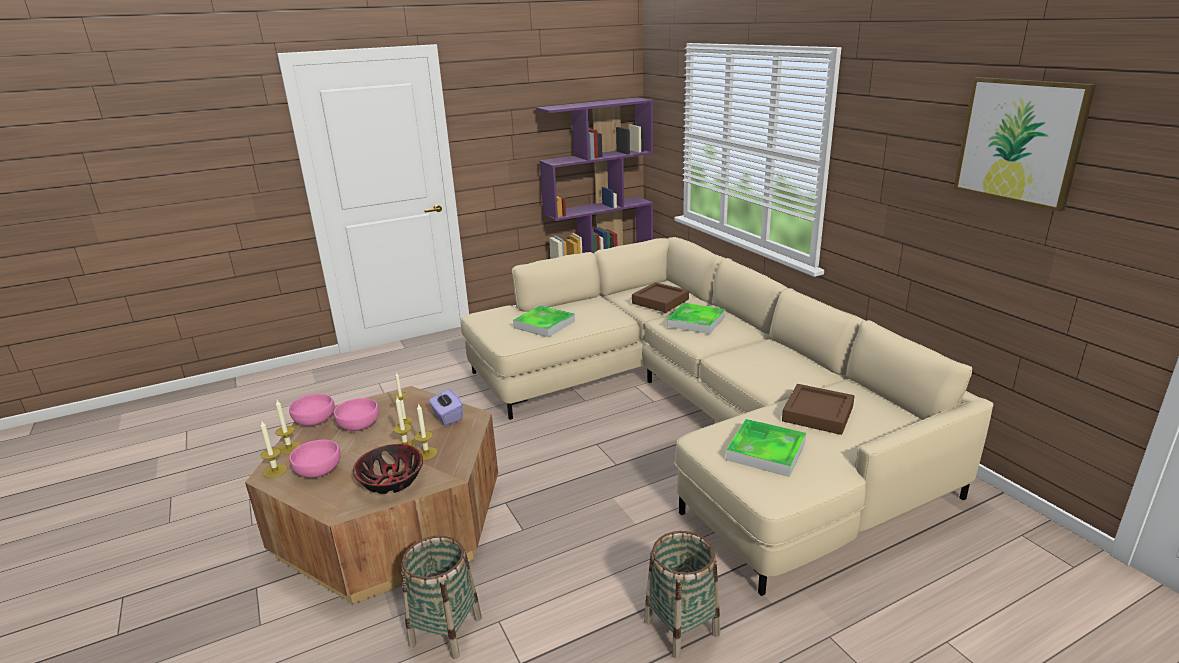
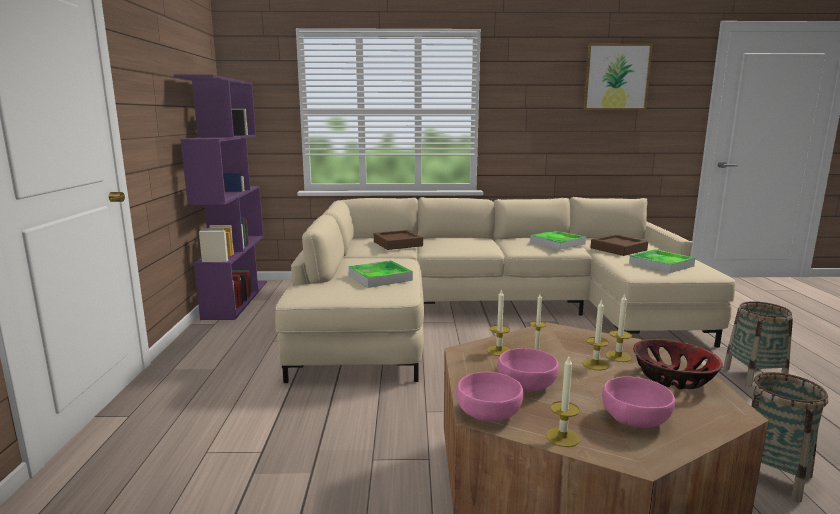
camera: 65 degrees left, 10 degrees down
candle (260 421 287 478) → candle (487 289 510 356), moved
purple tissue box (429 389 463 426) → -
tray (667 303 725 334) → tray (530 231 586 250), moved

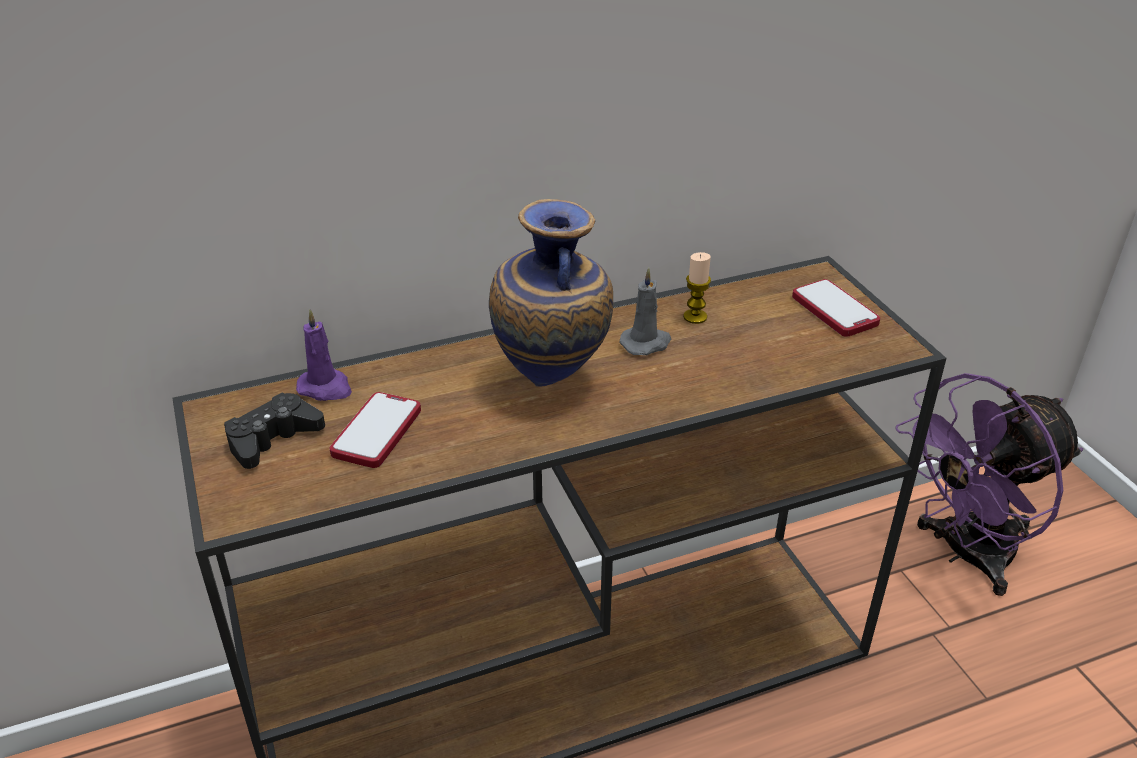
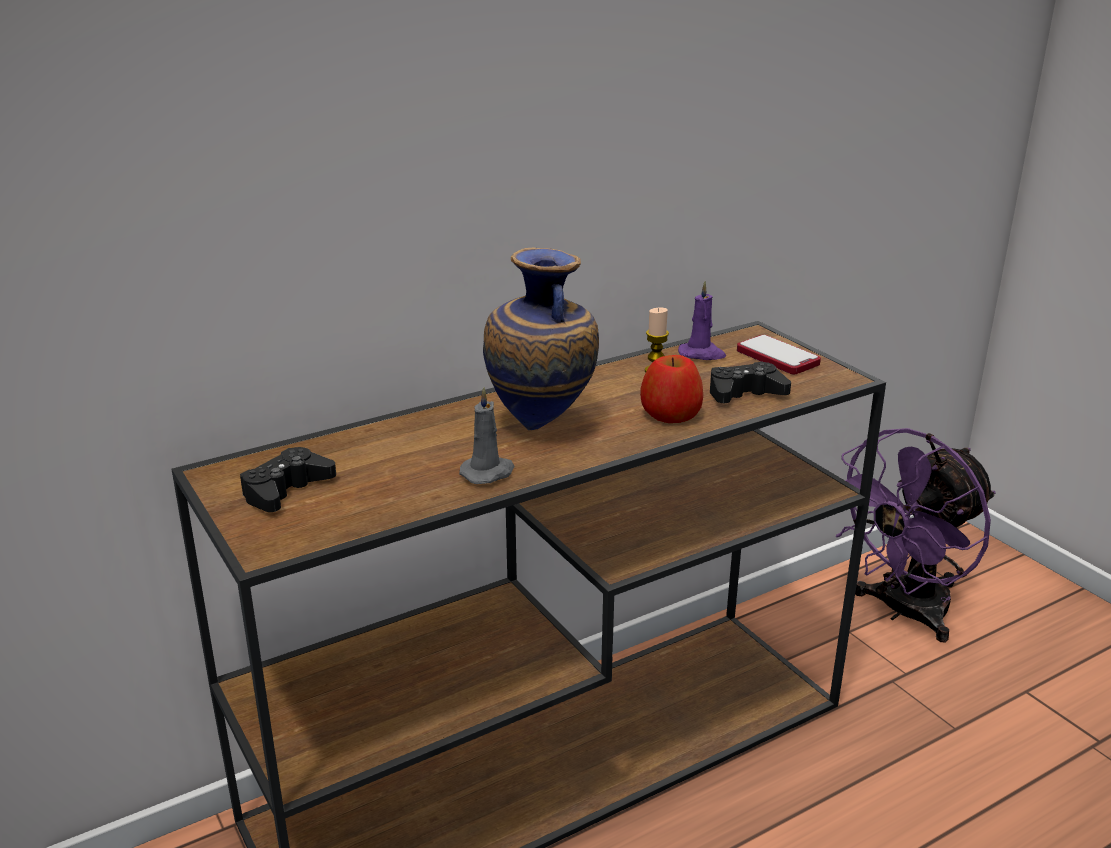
camera: 10 degrees left, 10 degrees down
purple candle (296 309 352 401) → purple candle (678 281 726 360), moved
phone (330 392 421 468) → -
grey candle (619 268 671 355) → grey candle (459 387 515 484), moved
- → apple (640 355 703 423)
- → black game controller (710 362 791 403)

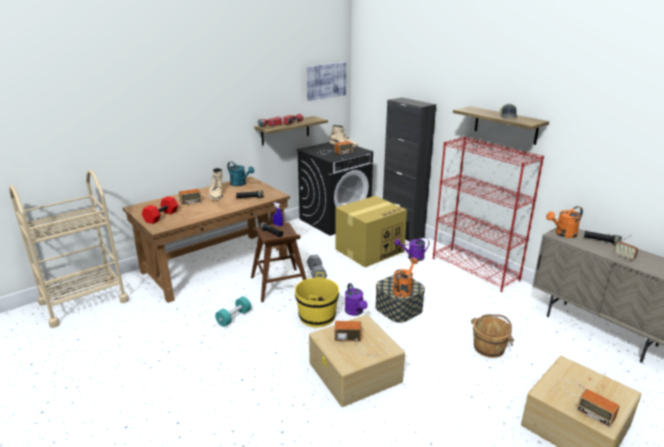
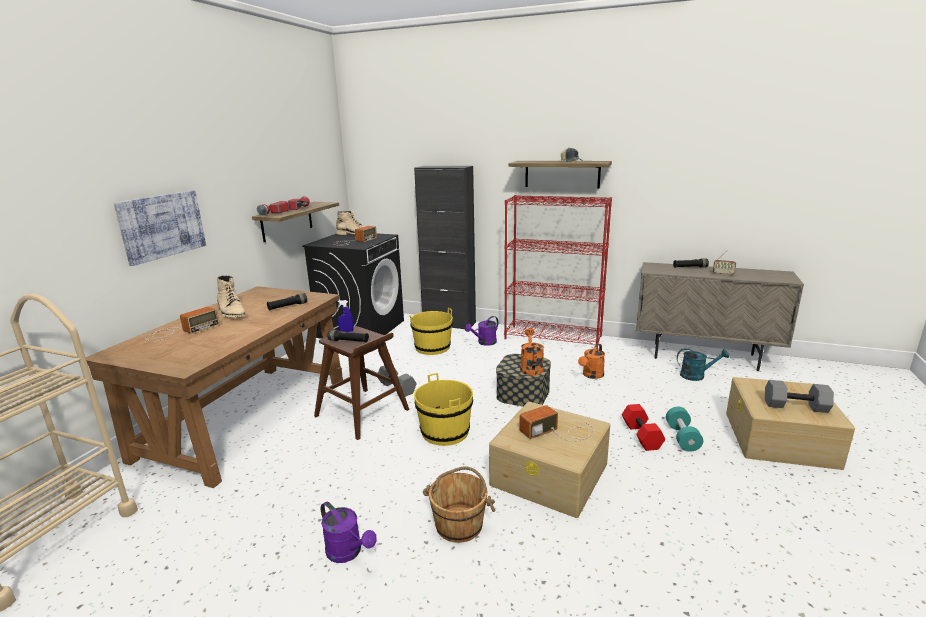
camera: 30 degrees left, 5 degrees down
red dumbbell (142 196 178 224) → red dumbbell (622 404 665 451), moved
turquoise dumbbell (215 297 251 327) → turquoise dumbbell (666 407 703 452), moved
turquoise watering can (228 162 254 186) → turquoise watering can (677 349 729 381), moved
picture (306 62 346 101) → picture (114 190 206 266), moved
cardboard box (335 196 407 267) → yellow bucket (410 308 453 355)
purple watering can (345 283 368 316) → purple watering can (321 502 377 563), moved
brown bucket (471 314 514 358) → brown bucket (423 466 496 543), moved
orange watering can (546 206 583 238) → orange watering can (578 343 605 379), moved
radio (555 379 620 427) → grey dumbbell (765 380 834 413)

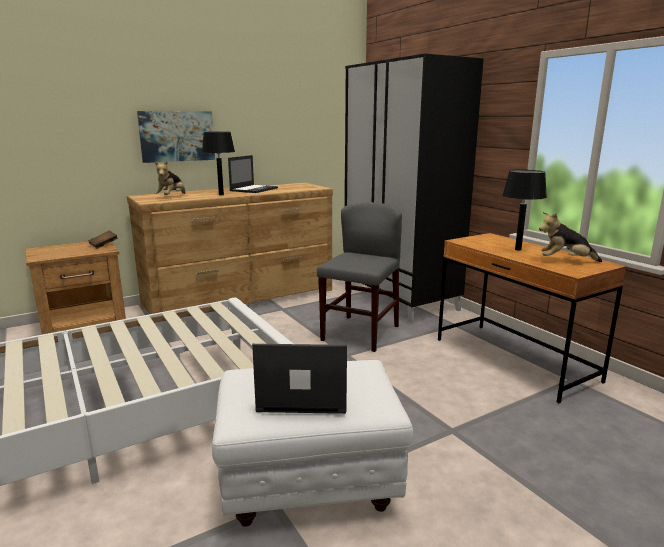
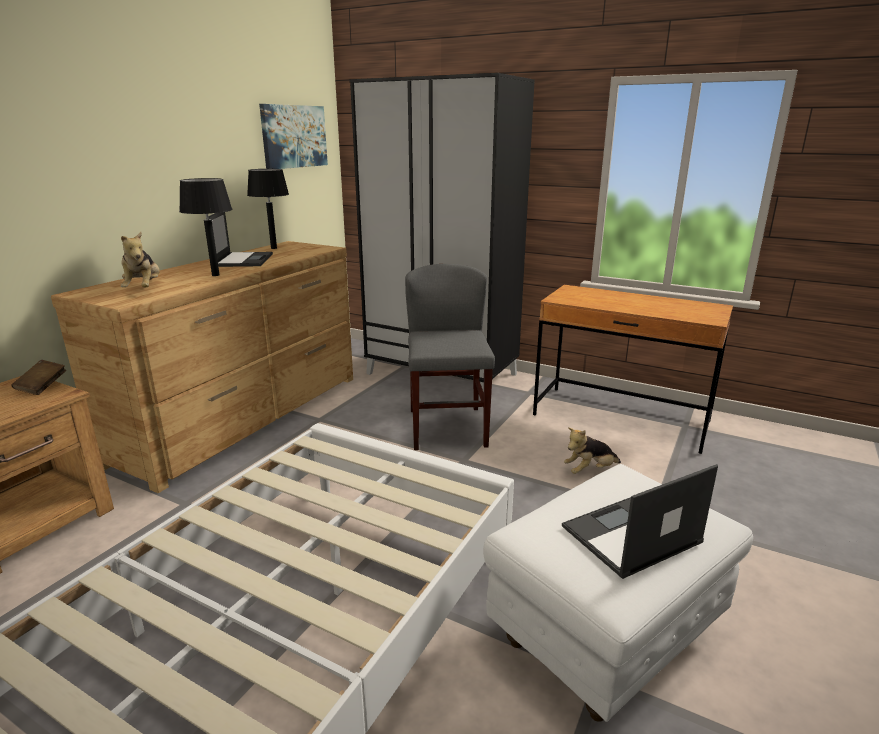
camera: 30 degrees left, 5 degrees up
picture (137 111 215 163) → picture (259 104 328 169), moved
black table lamp (502 170 547 250) → black table lamp (247 169 289 249), moved
plush toy (539 212 602 262) → plush toy (564 428 621 474), moved

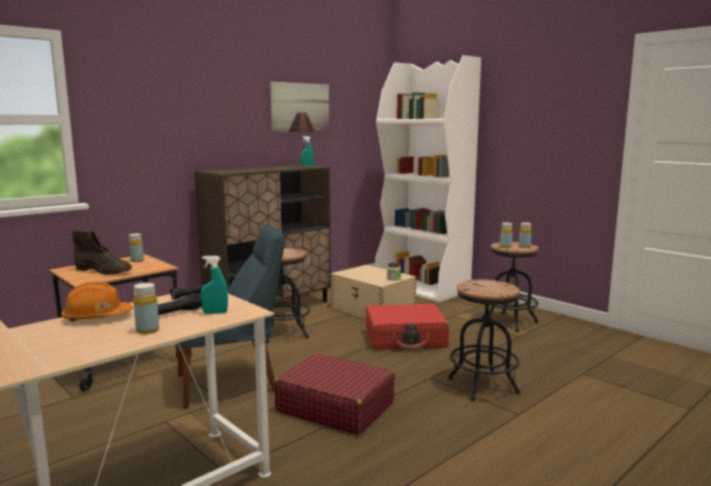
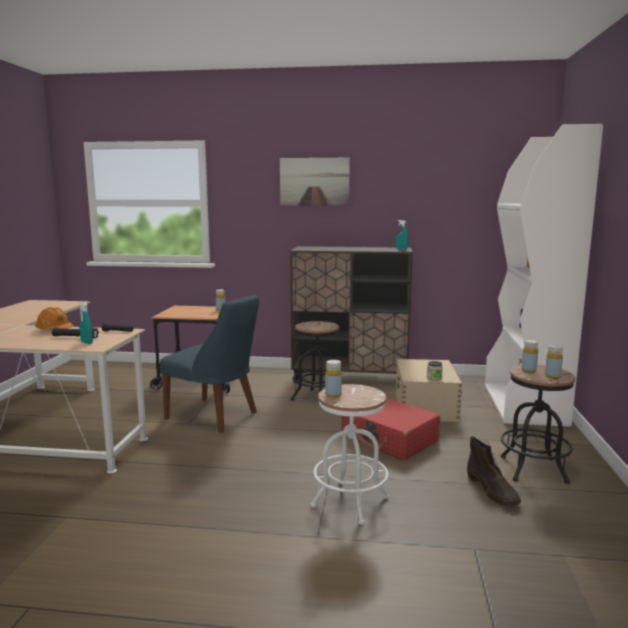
camera: 50 degrees right, 0 degrees up
brown boot (72 231 132 275) → brown boot (467 436 521 506), moved
yellow bottle (133 283 159 334) → yellow bottle (325 360 342 398), moved
picture (270 81 329 132) → picture (280 158 350 206), moved
red suitcase (274 354 395 435) → -
black stool (448 280 520 401) → white stool (311 384 389 525)

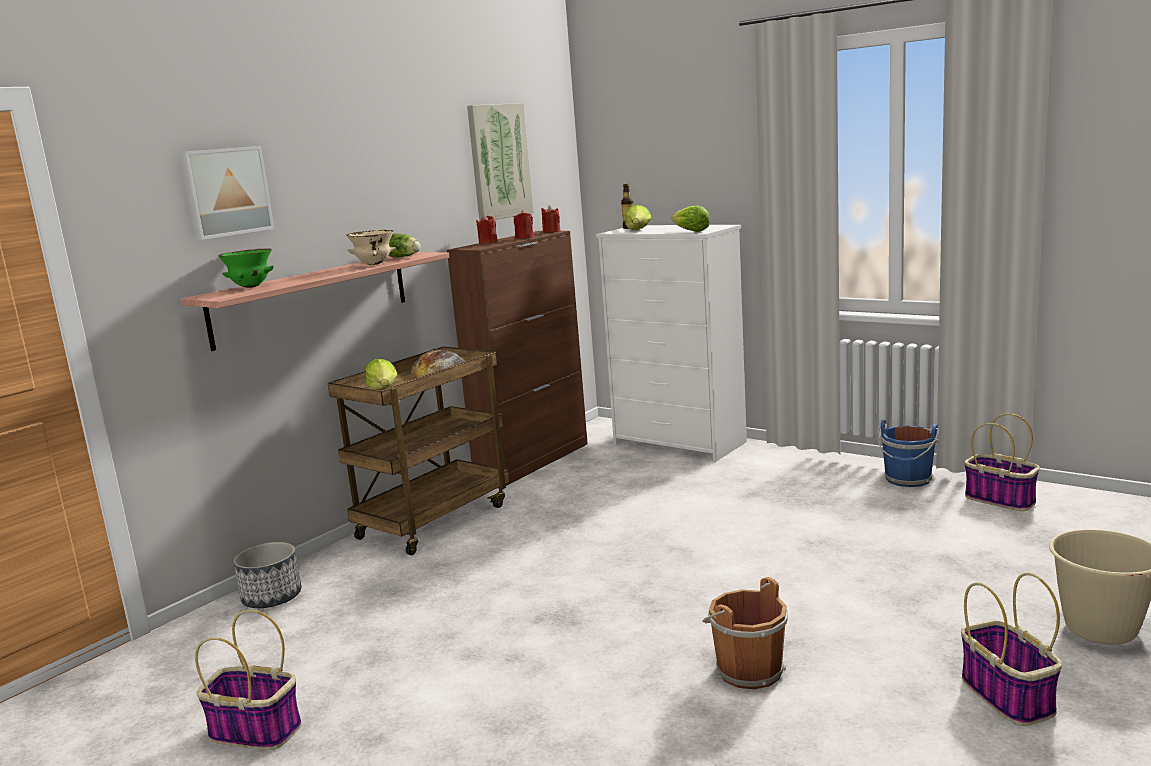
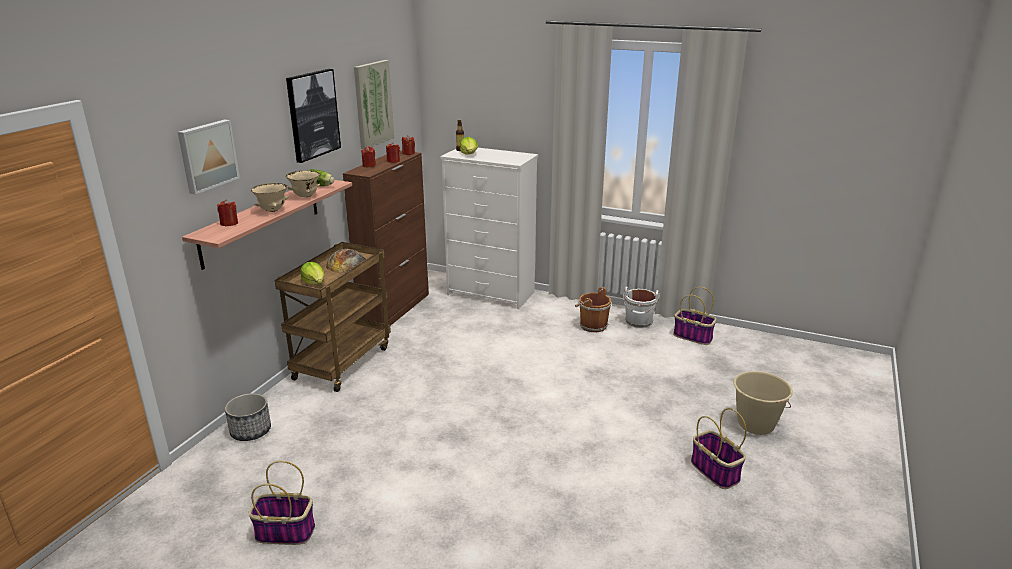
camera: 15 degrees left, 10 degrees up
green bowl (218 248 274 288) → red candle (217 199 238 226)
lettuce (672 206 710 232) → -
brown bucket (702 577 788 689) → brown bucket (575 287 612 332), moved
blue bucket (877 420 939 487) → white bucket (623 287 659 328)
- → beige bowl (251 183 289 212)
- → picture (286 69 341 163)

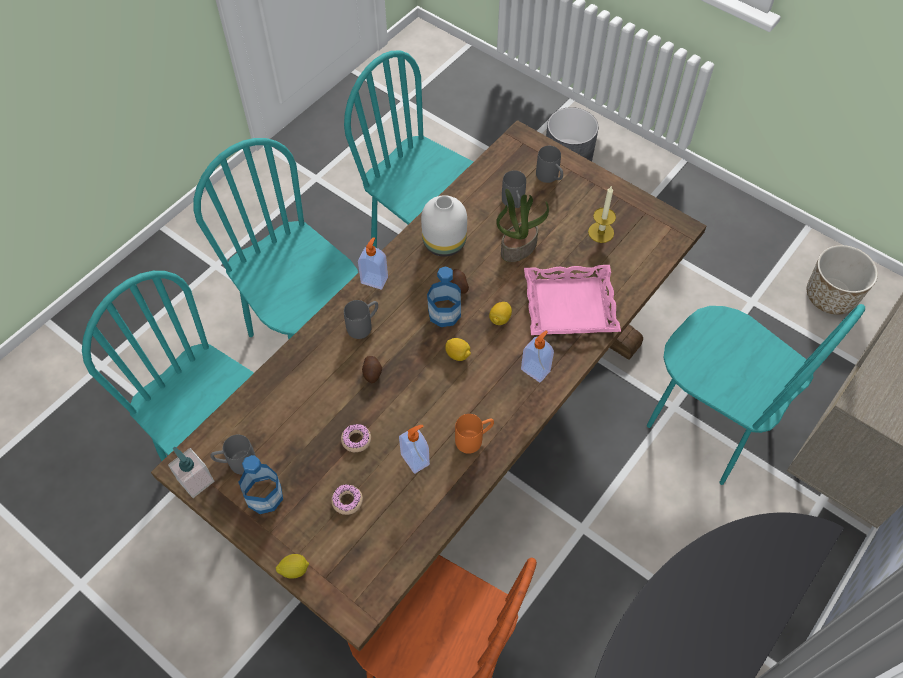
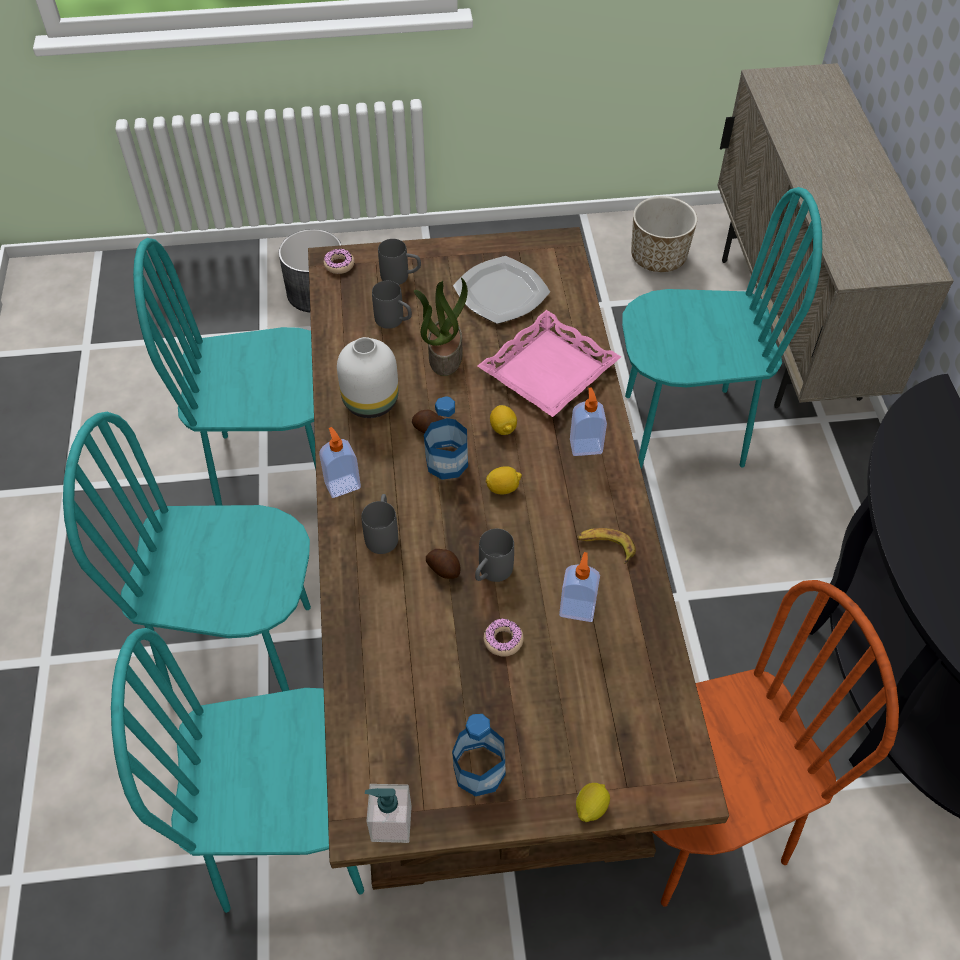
camera: 45 degrees left, 5 degrees down
grey mug (210 434 256 475) → grey mug (475 528 514 582), moved
donut (331 484 363 515) → donut (324 249 355 274), moved
orange mug (455 414 494 454) → banana (577 528 636 564)
candle (588 187 616 243) → plate (453 256 550 324)

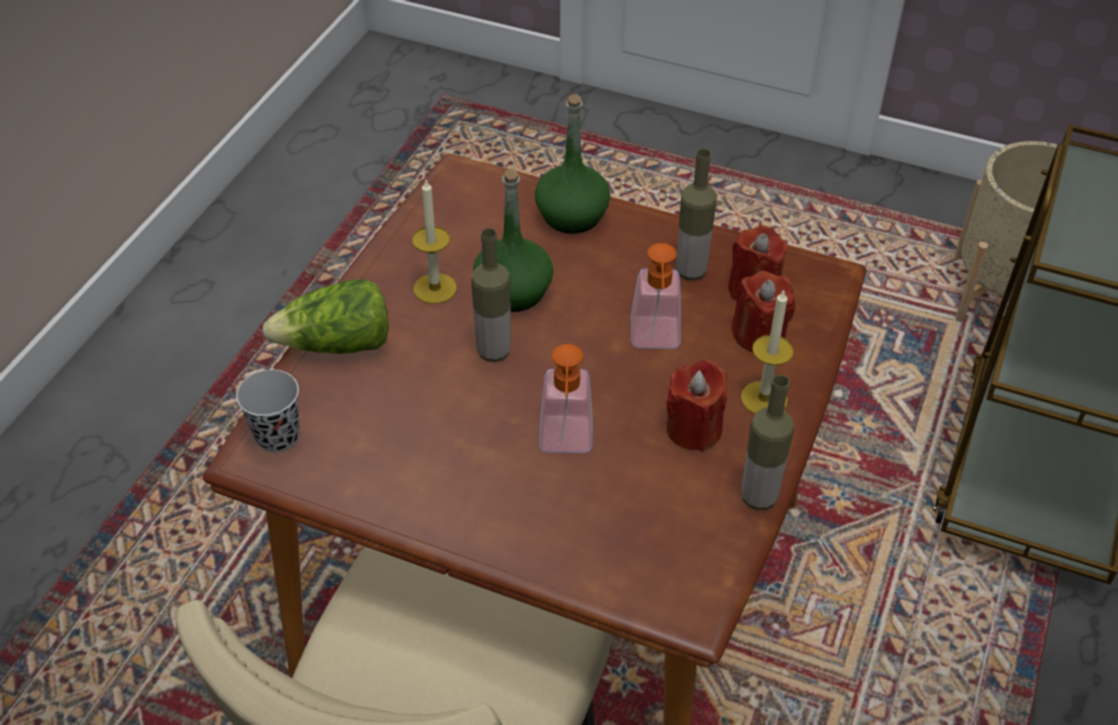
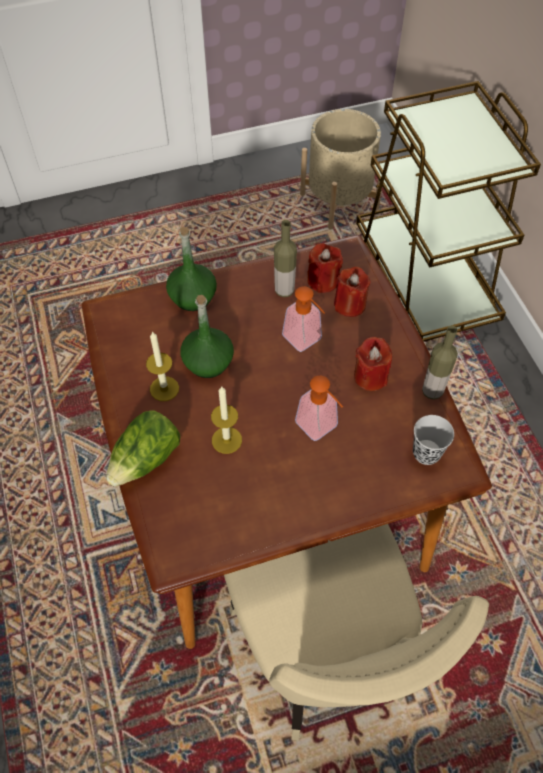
camera: 40 degrees left, 10 degrees up
black cup (236 369 299 452) → black cup (413 415 454 465), moved
bottle (471 228 510 362) → -
candle (741 289 794 414) → candle (211 386 242 454), moved

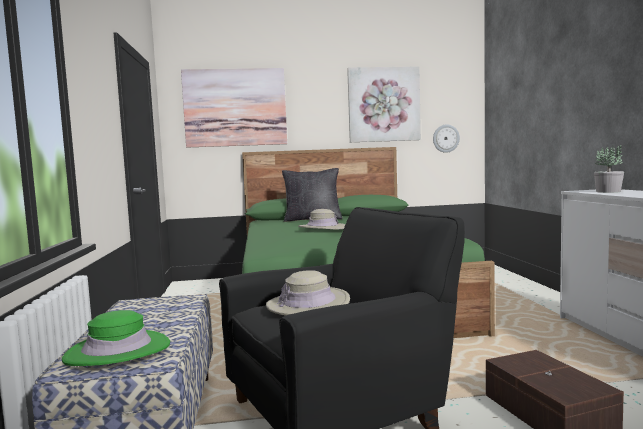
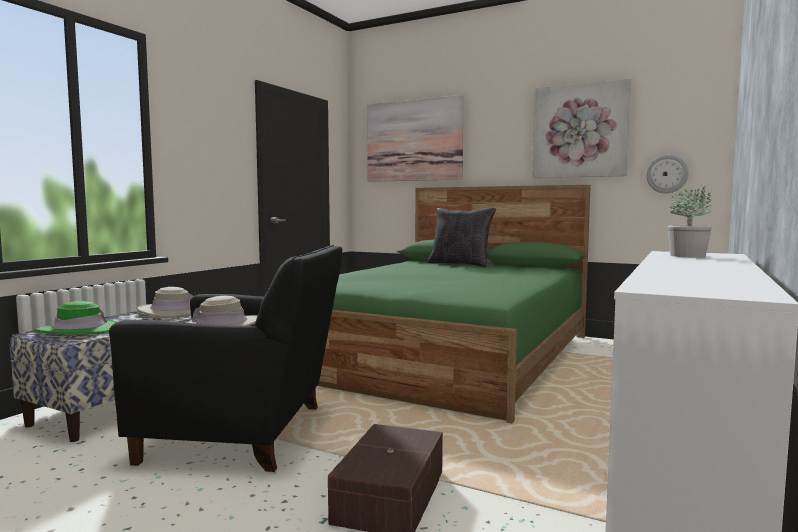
camera: 35 degrees right, 0 degrees up
beige hat (298 209 346 229) → beige hat (137 287 193 317), moved

